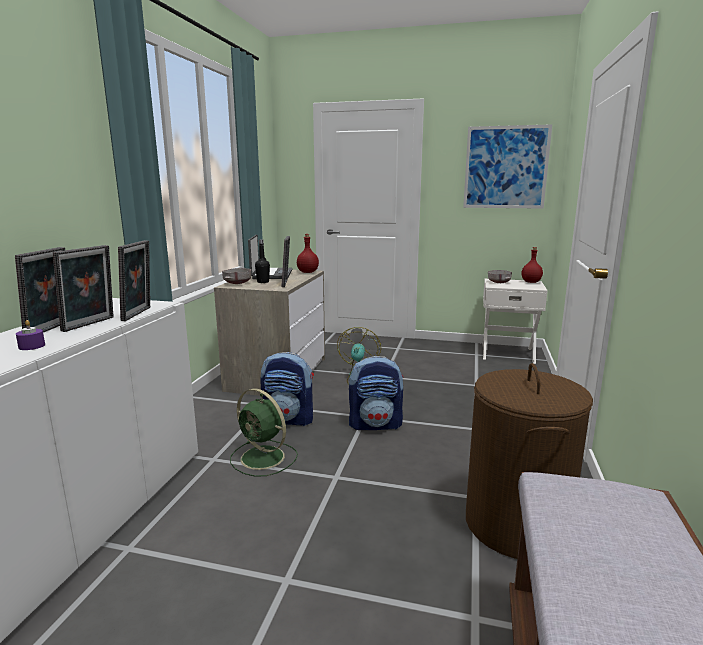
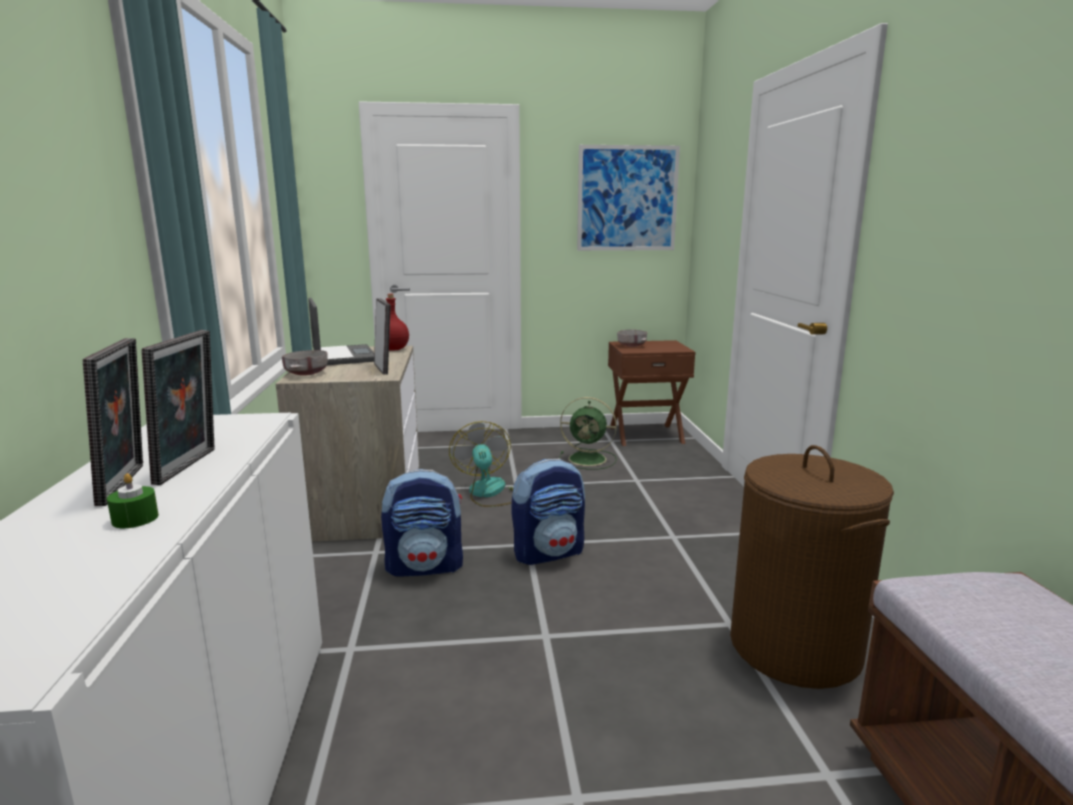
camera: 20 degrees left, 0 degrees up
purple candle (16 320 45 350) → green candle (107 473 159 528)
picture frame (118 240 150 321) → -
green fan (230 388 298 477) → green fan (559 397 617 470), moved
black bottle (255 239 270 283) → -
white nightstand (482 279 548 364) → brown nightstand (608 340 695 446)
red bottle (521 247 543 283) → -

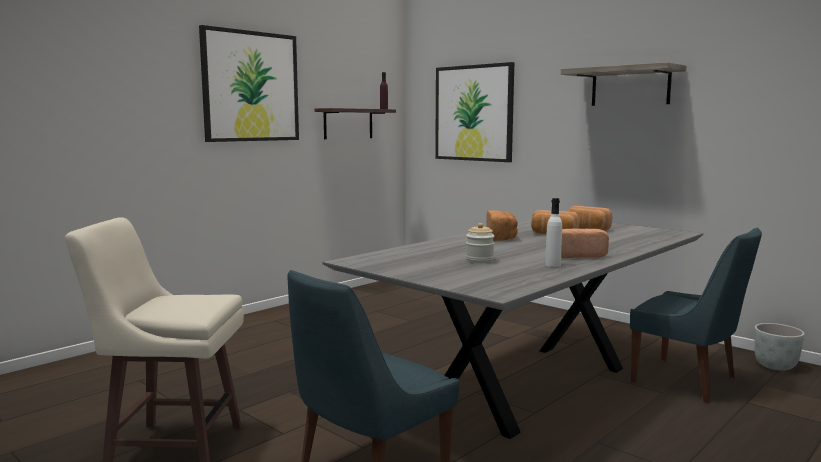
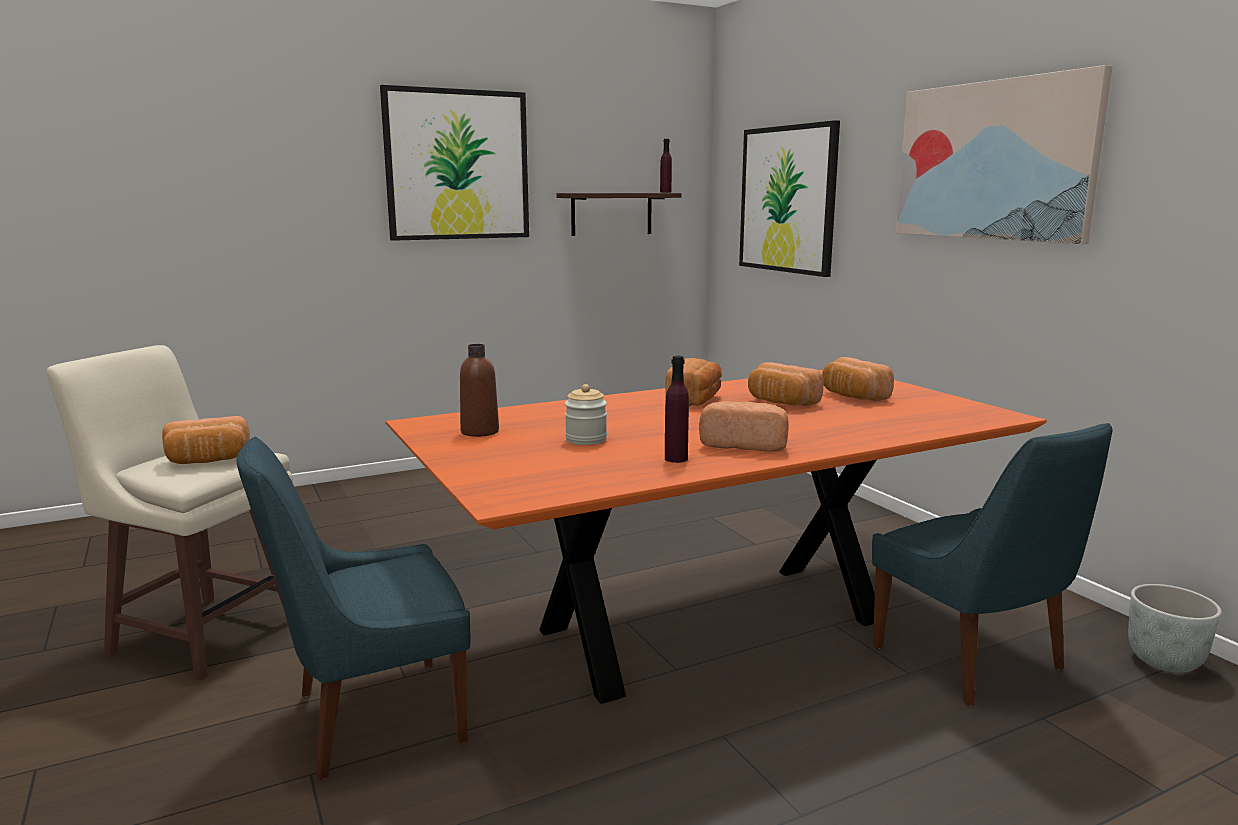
camera: 20 degrees right, 5 degrees up
grey dining table (322 220 703 439) → orange dining table (386 370 1047 704)
white bottle (546 198 562 267) → purple bottle (665 356 689 463)
shelf (561 62 686 106) → picture (896 65 1112 244)
- → bread (162 416 250 464)
- → brown bottle (460 344 499 437)

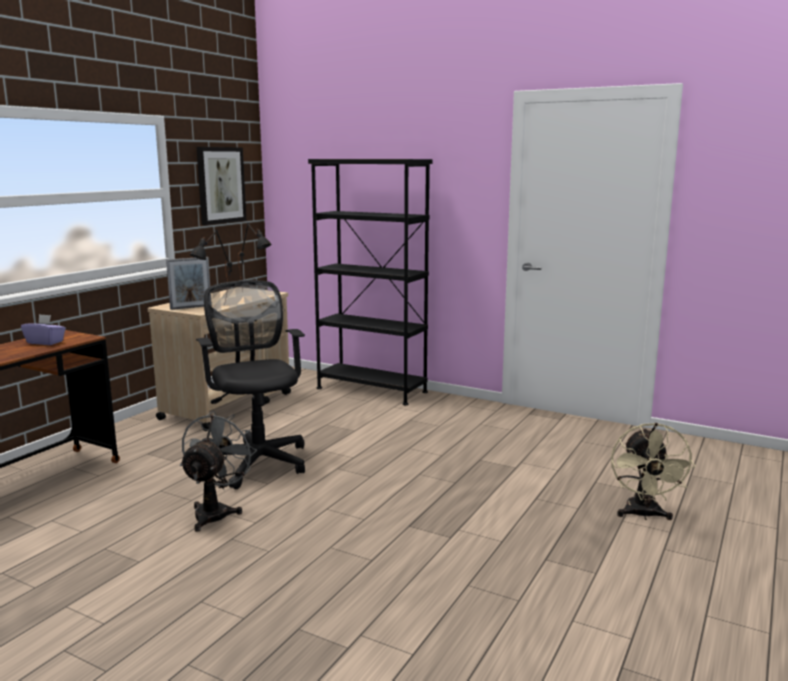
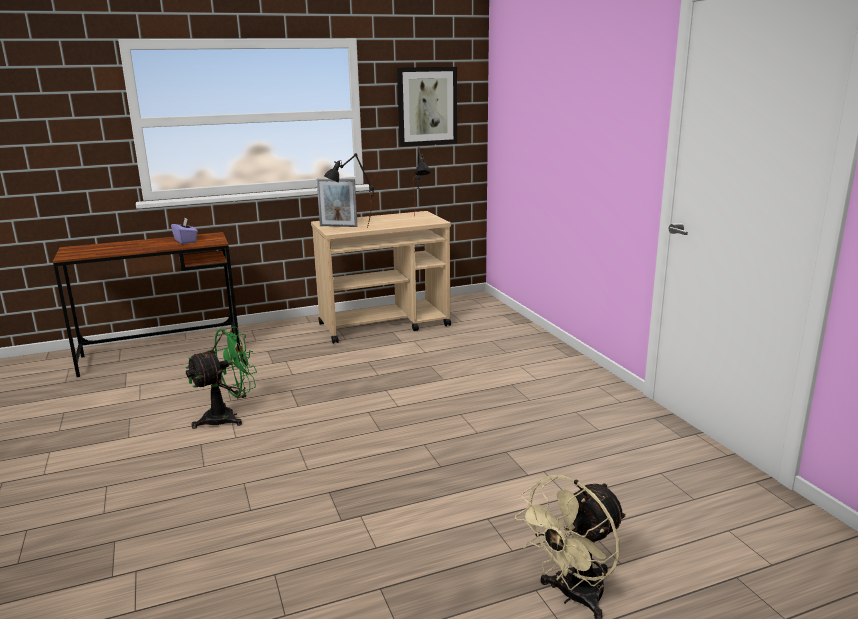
camera: 40 degrees right, 5 degrees up
grey fan (180 411 257 532) → green fan (186 326 257 429)
black office chair (196 280 305 489) → -
black bookcase (308 159 433 405) → -

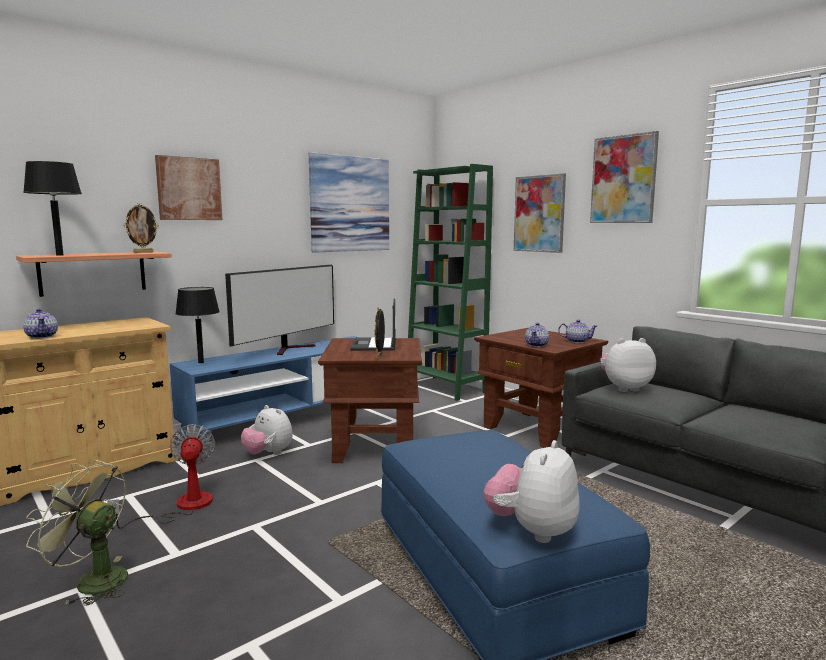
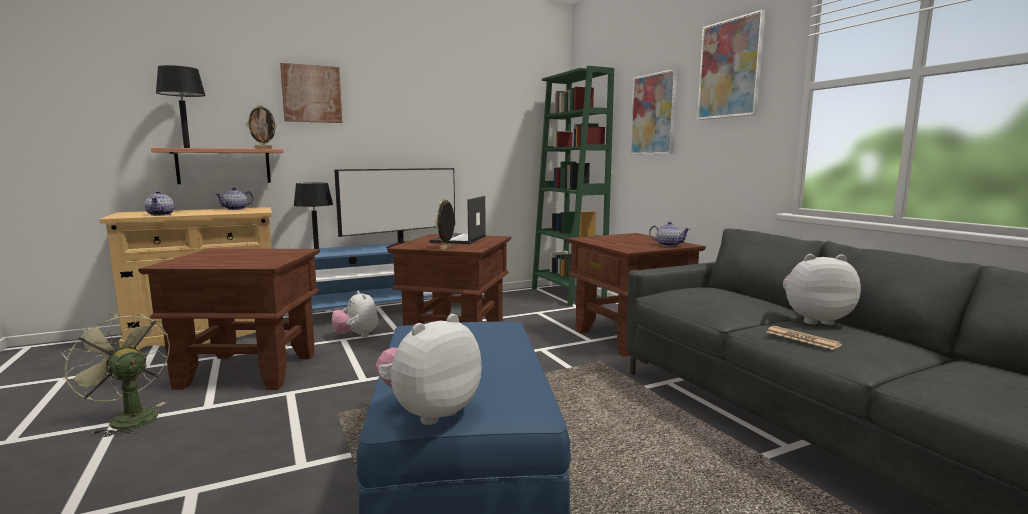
camera: 15 degrees right, 0 degrees up
fan (107 424 215 529) → brown side table (138 249 320 390)
picture (309 152 389 253) → -
teapot (525 323 549 347) → teapot (216 188 253 210), moved
plush toy (600 338 656 392) → plush toy (783 254 861 325), moved
- → newspaper (767 326 842 350)

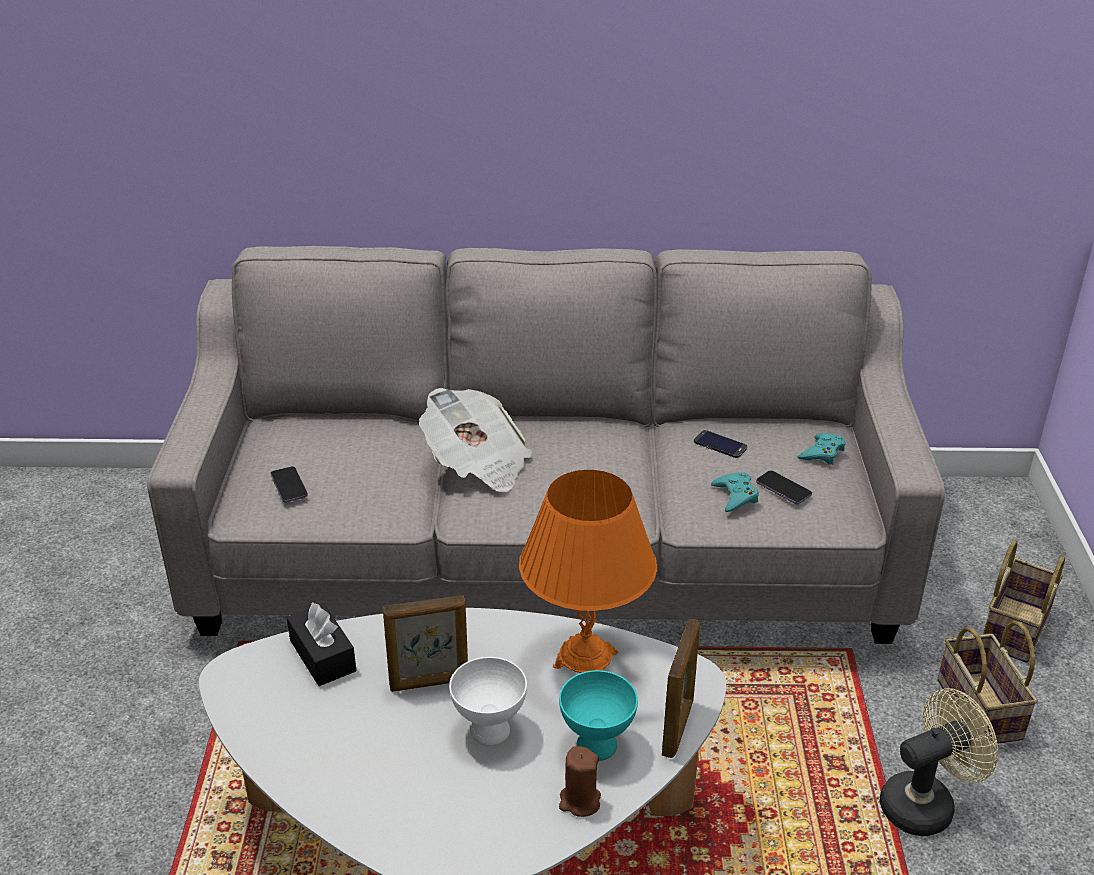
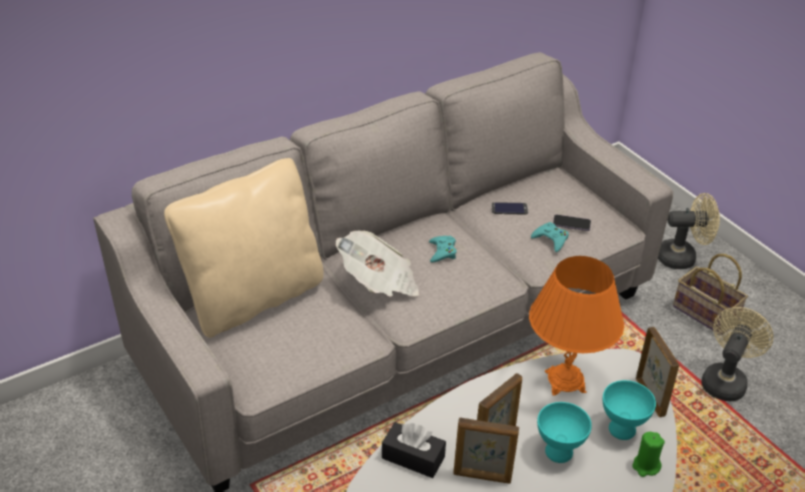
camera: 35 degrees left, 5 degrees up
phone (271 466 308 502) → -
white bowl (449 657 527 746) → turquoise bowl (537 402 592 463)
brown candle (559 746 601 817) → green candle (632 432 665 477)
turquoise game controller (798 433 846 465) → turquoise game controller (429 236 457 263), moved
basket (983 540 1065 663) → beige fan (658 193 720 269)
- → beige pillow (164 158 324 338)
- → picture frame (453 418 519 484)

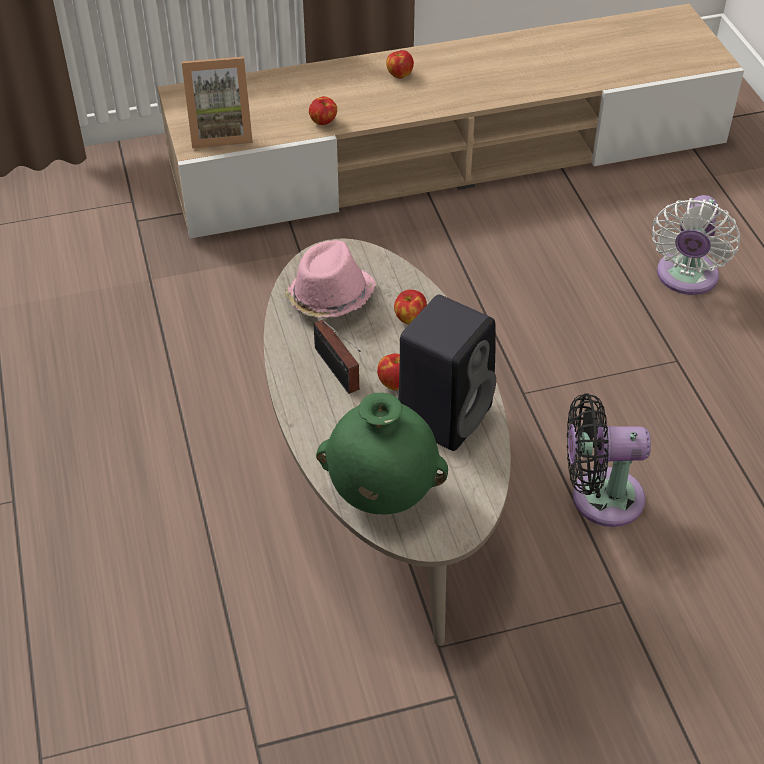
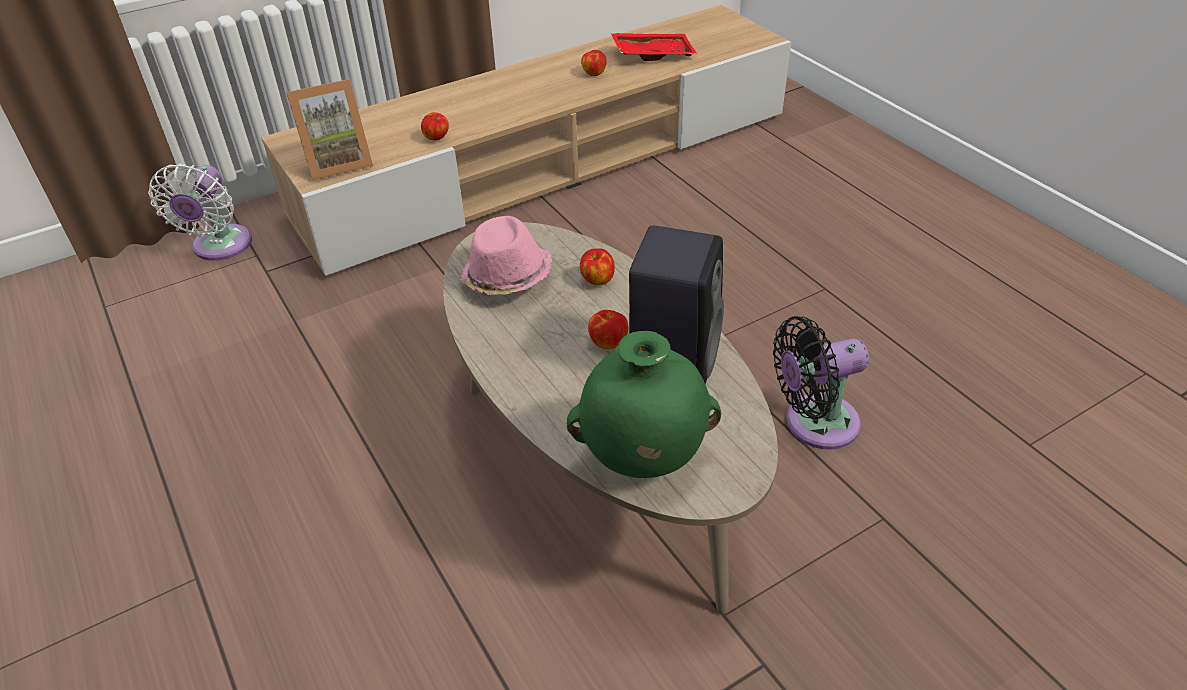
camera: 15 degrees left, 5 degrees down
radio (314 319 361 394) → -
apple (386 50 414 79) → apple (581 50 607 76), moved
white fan (652 195 740 295) → white fan (148 163 252 261), moved
- → red tray (611 33 697 61)

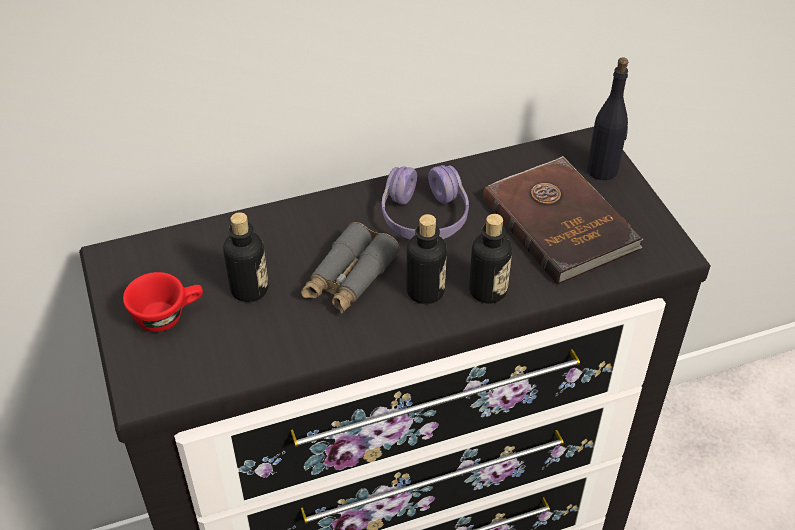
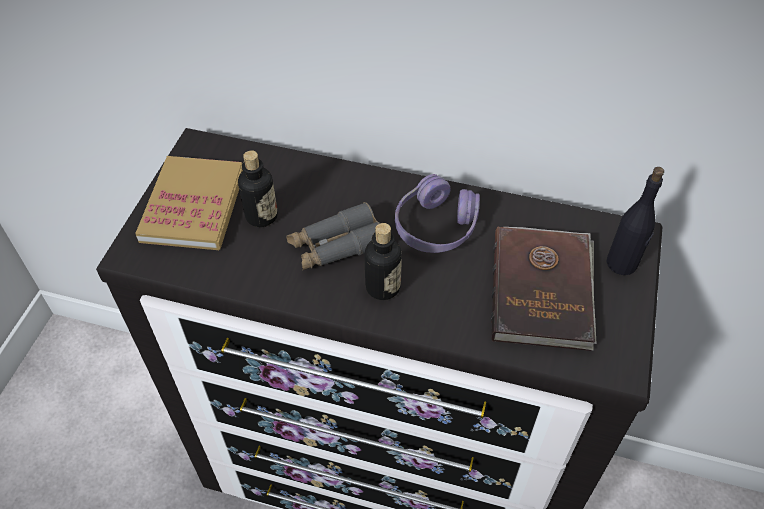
camera: 35 degrees right, 5 degrees up
red cup (123 272 203 332) → book (135 156 243 250)
bottle (469 214 512 304) → -

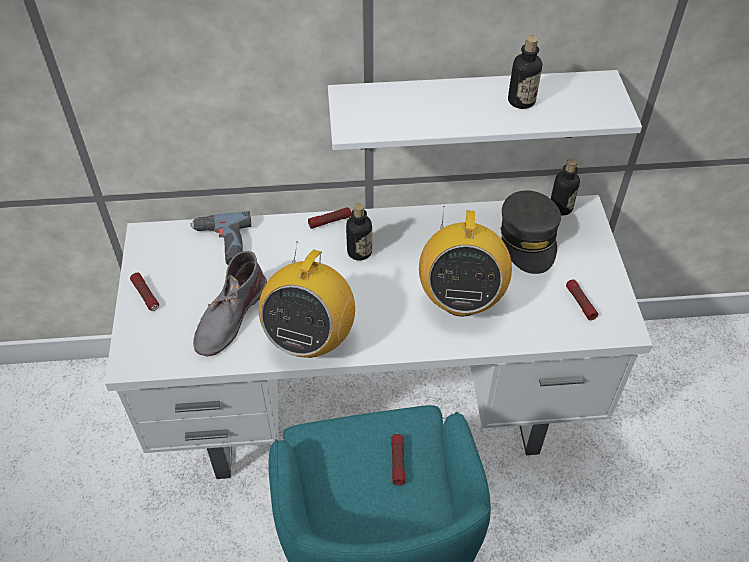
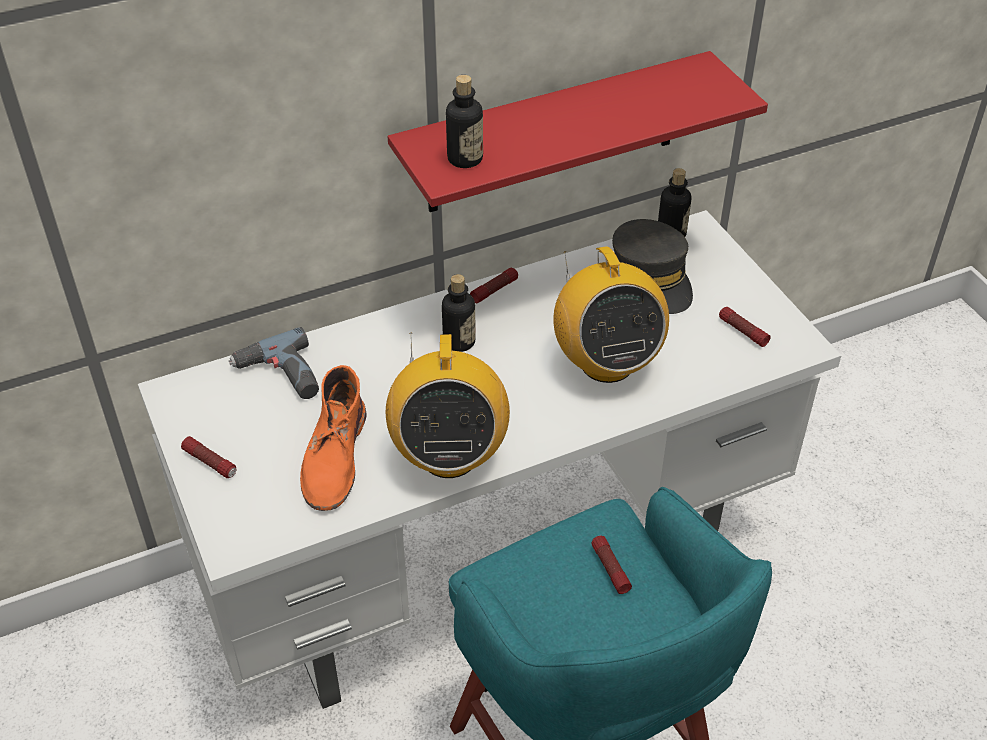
camera: 20 degrees left, 5 degrees down
grey boot (193 251 267 356) → orange boot (300 365 367 511)
flashlight (308 207 351 229) → flashlight (470 268 518 303), moved
white shelf (328 70 642 150) → red shelf (388 51 768 212)
bottle (508 35 542 109) → bottle (446 75 483 168), moved

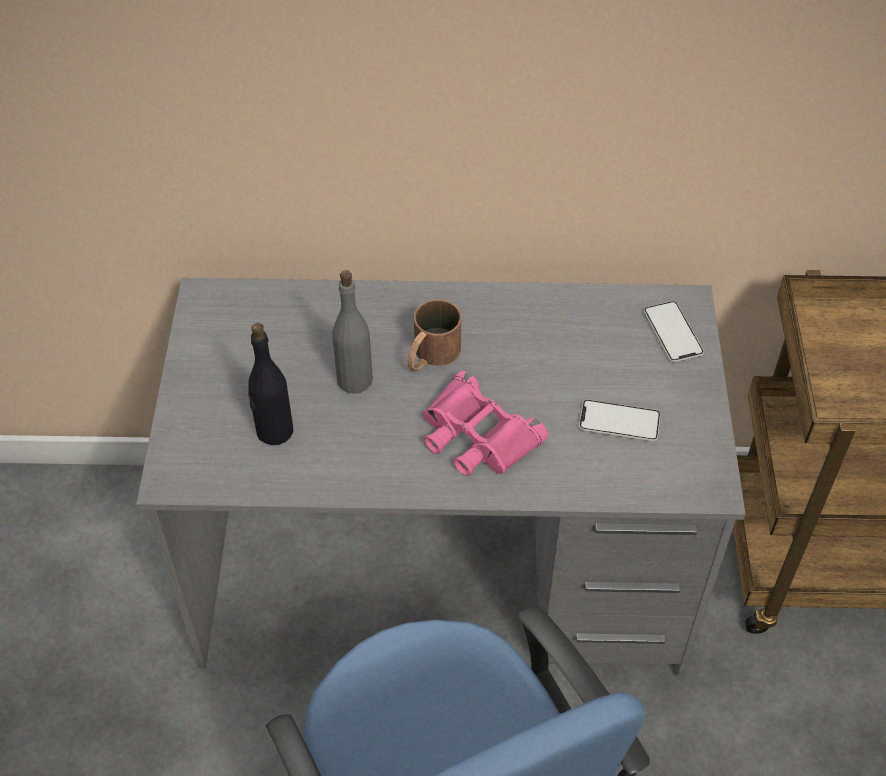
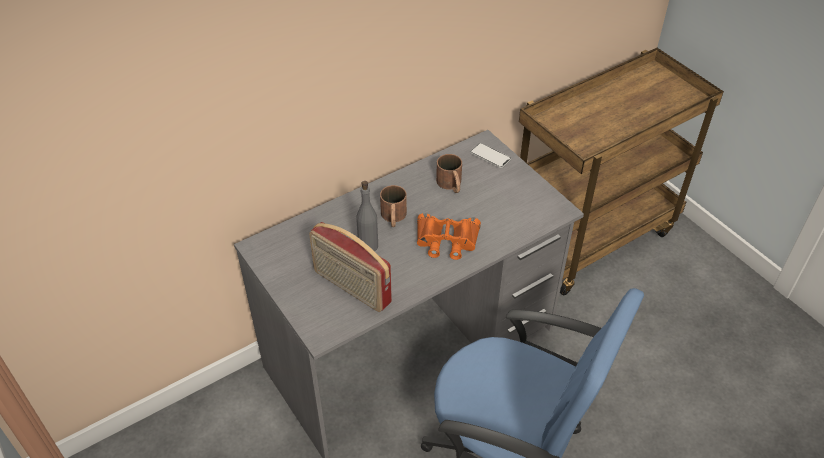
camera: 35 degrees left, 5 degrees down
black bottle (248 323 293 445) → radio (309 222 392 312)
pink binoculars (423 370 548 476) → orange binoculars (417 213 481 260)
phone (579 400 661 442) → -
- → brown mug (436 154 462 193)

